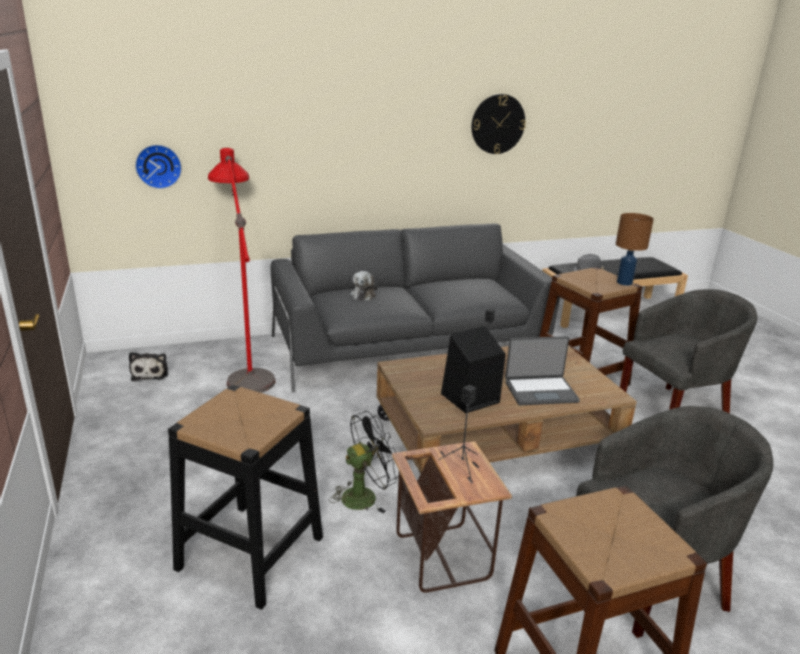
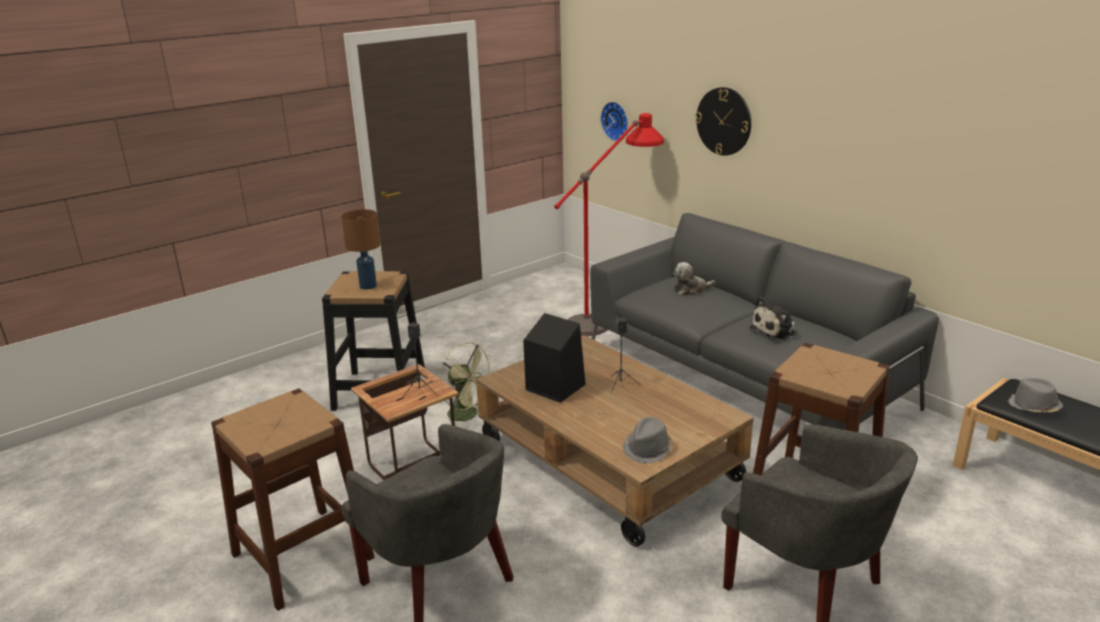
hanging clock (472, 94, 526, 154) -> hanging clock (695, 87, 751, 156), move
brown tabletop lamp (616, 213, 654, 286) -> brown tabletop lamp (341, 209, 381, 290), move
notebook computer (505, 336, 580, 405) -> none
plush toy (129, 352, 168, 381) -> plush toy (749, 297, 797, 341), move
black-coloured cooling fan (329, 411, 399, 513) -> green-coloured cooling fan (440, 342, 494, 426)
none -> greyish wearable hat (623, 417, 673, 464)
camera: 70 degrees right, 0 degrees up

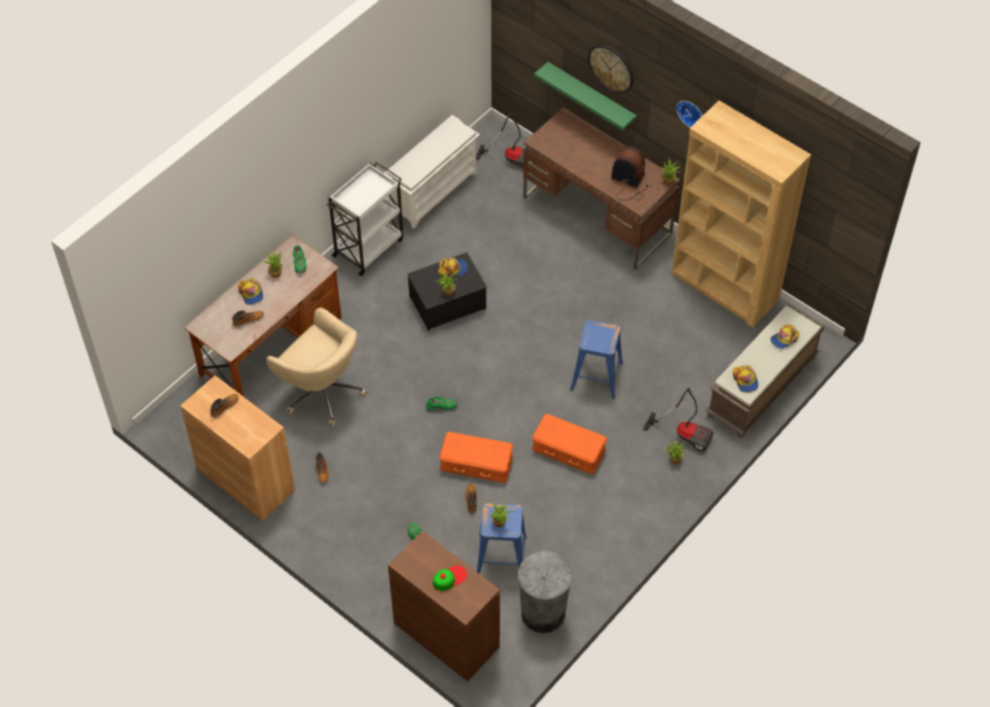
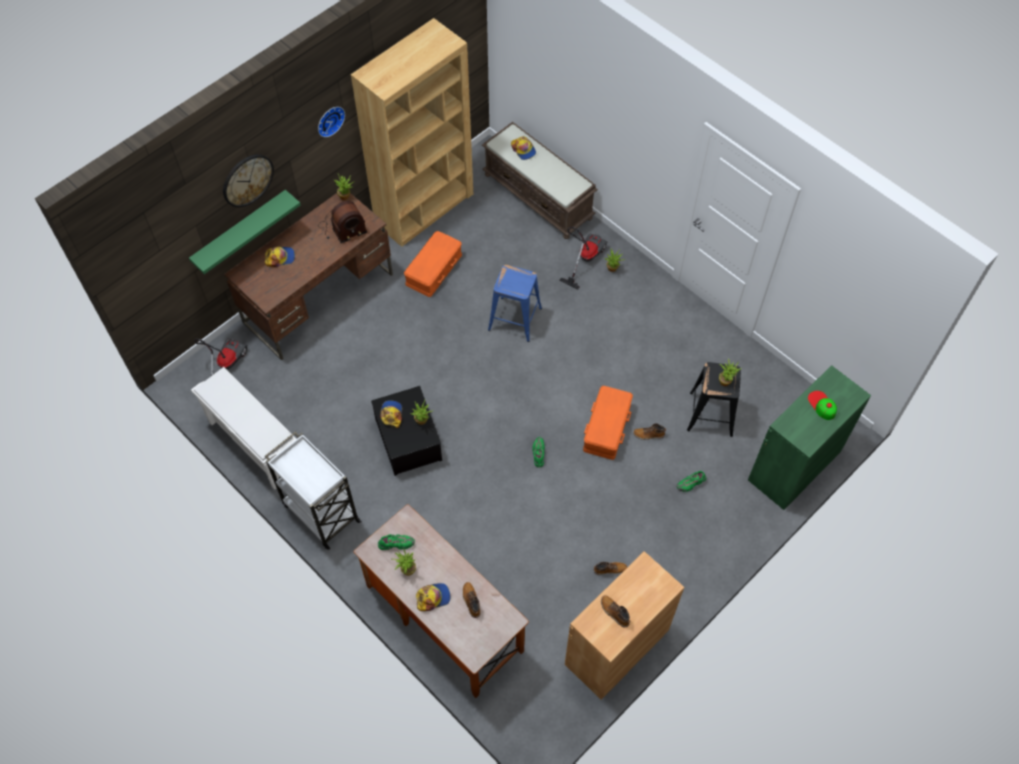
radio set (611, 146, 649, 200) -> radio set (318, 201, 367, 243), 150 degrees counterclockwise
beige computer chair (266, 308, 367, 426) -> none
cap (733, 365, 759, 393) -> cap (265, 247, 295, 267), move
orangey storage bin (532, 414, 607, 474) -> orangey storage bin (404, 231, 462, 297), move
bluish sitting stool (477, 503, 527, 574) -> black-coloured sitting stool (687, 362, 741, 437)
brown cabinet (388, 531, 500, 681) -> green-coloured cabinet (748, 365, 871, 510)
greyish waste bin (518, 551, 572, 633) -> none
camera: 85 degrees left, 5 degrees up

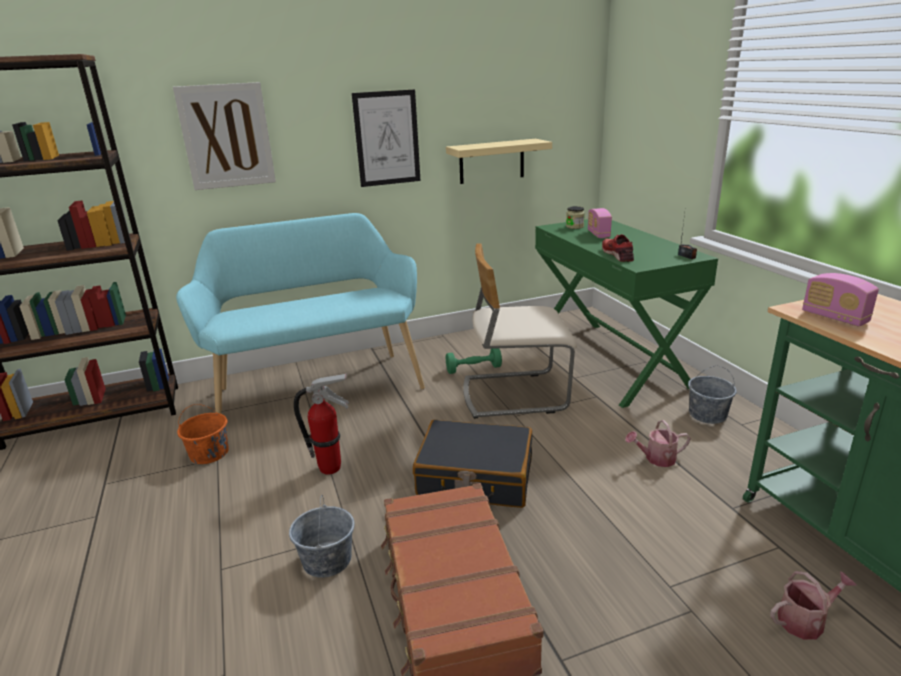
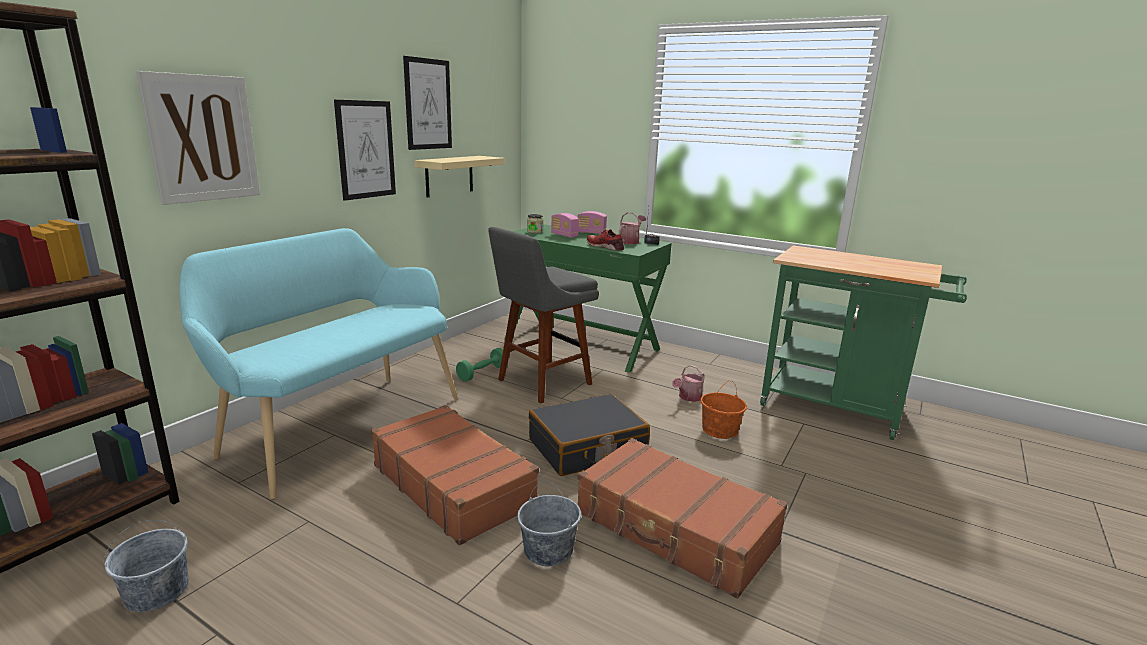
beige chair (463, 243, 577, 419) -> greyish sitting stool (488, 227, 599, 404)
radio set (802, 273, 879, 327) -> radio set (577, 211, 607, 234), move
greyish water bucket (688, 365, 737, 424) -> greyish water bucket (104, 520, 189, 612), move
fire-fighting cylinder (294, 373, 349, 475) -> brown travel case (371, 405, 539, 546)
orangey water bucket (177, 404, 229, 464) -> orangey water bucket (700, 381, 747, 439), move
sprinkling can (770, 571, 857, 639) -> sprinkling can (619, 212, 646, 244), move
none -> wall art (403, 56, 452, 150)
camera: 40 degrees left, 5 degrees down

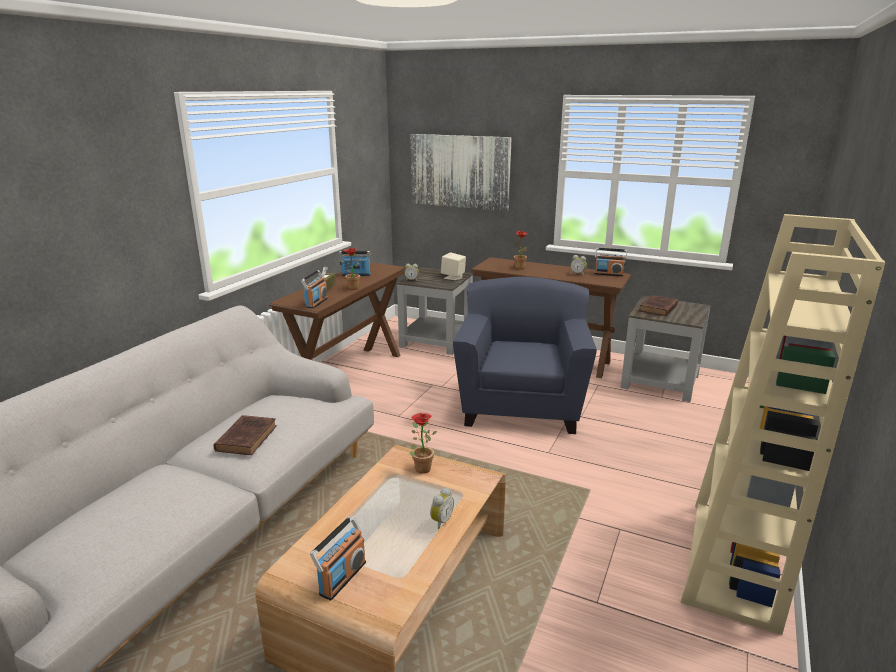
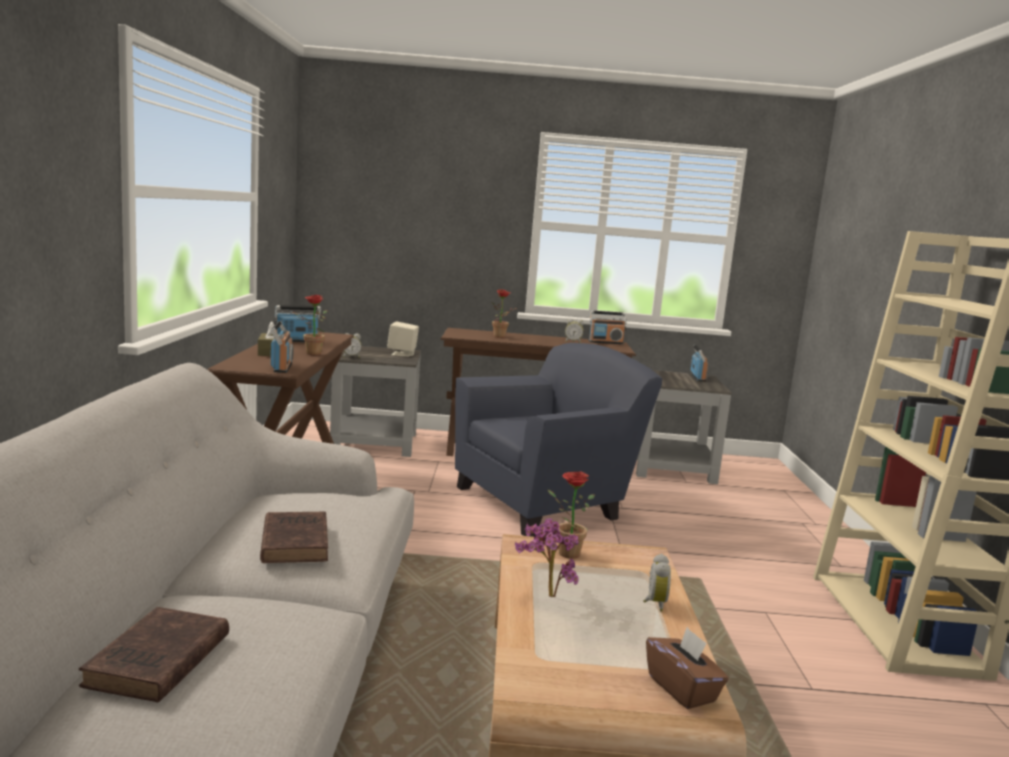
wall art (410, 134, 512, 211) -> none
bluish easy chair (453, 277, 597, 434) -> bluish easy chair (455, 343, 662, 537), 75 degrees clockwise
brown volume (639, 295, 678, 316) -> brown volume (79, 607, 229, 703), move
radio set (310, 516, 366, 601) -> radio set (690, 345, 708, 382), move
none -> plant in a pot (515, 518, 579, 597)
none -> brown tissue holder (646, 627, 729, 709)
camera: 25 degrees left, 10 degrees down

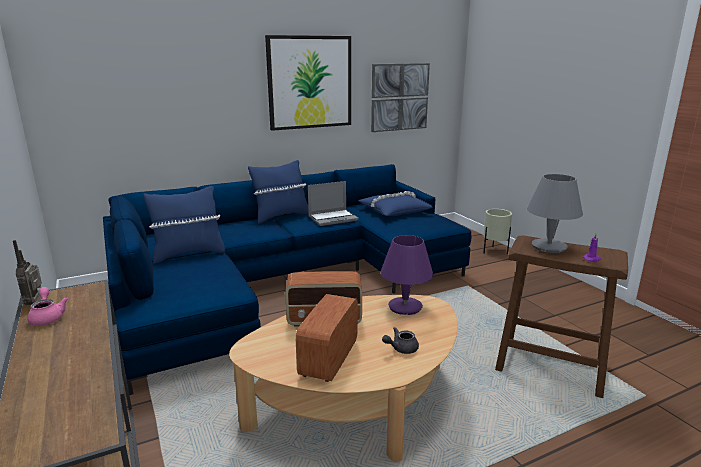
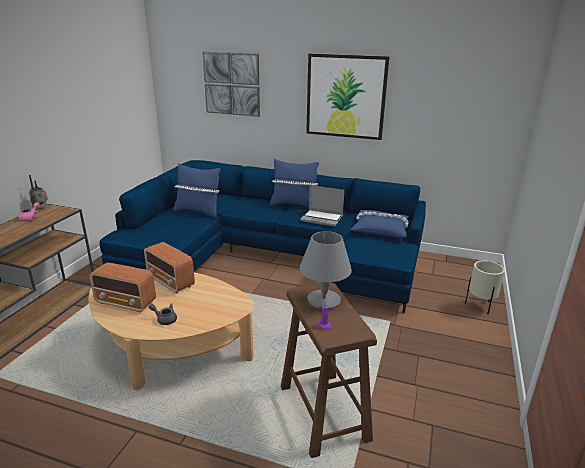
wall art (371, 63, 430, 132) -> wall art (203, 52, 260, 117), move
purple-coloured tabletop lamp (380, 235, 433, 315) -> none
radio set (296, 294, 358, 382) -> radio set (90, 262, 156, 313), 135 degrees counterclockwise
camera: 45 degrees right, 5 degrees up

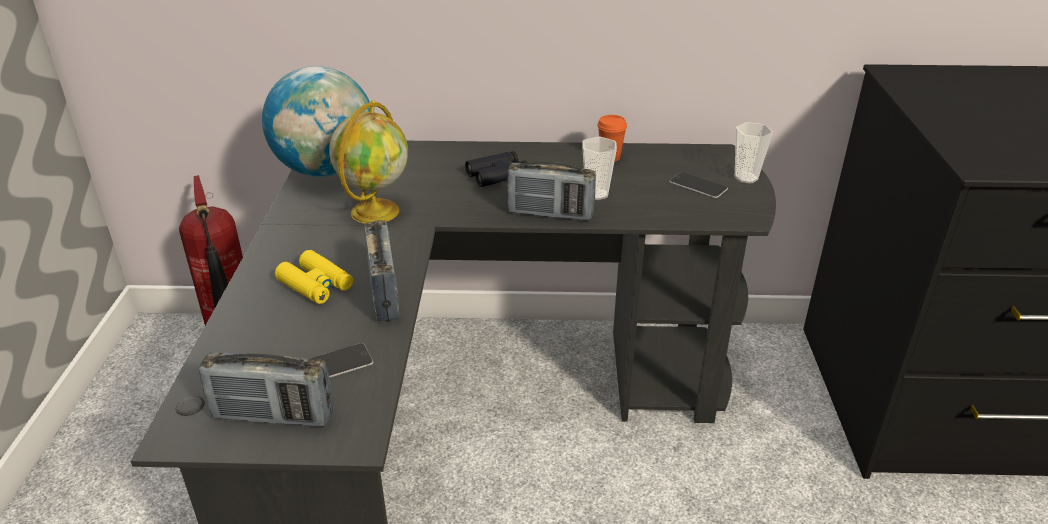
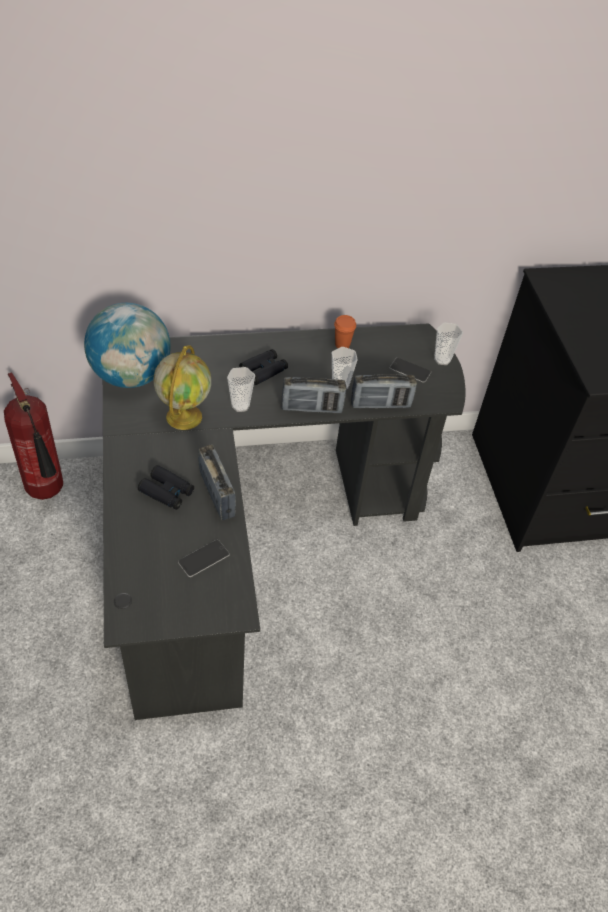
yellow binoculars (275, 250, 353, 304) -> black-coloured binoculars (138, 465, 194, 510)
radio set (199, 352, 333, 427) -> radio set (351, 374, 417, 409), move
none -> small cup (227, 367, 255, 412)
camera: 15 degrees left, 15 degrees up

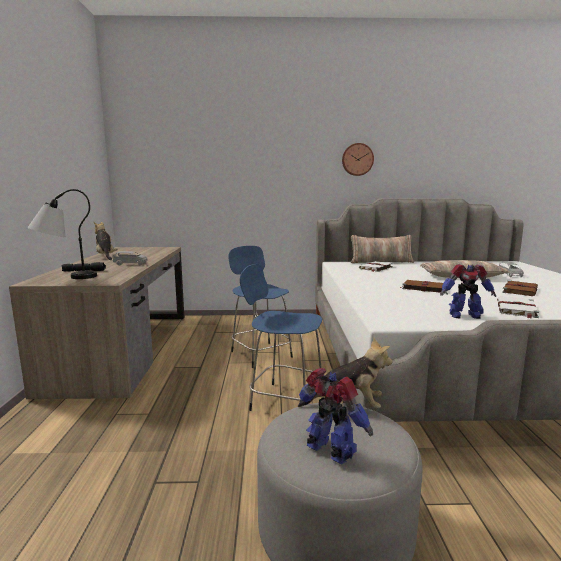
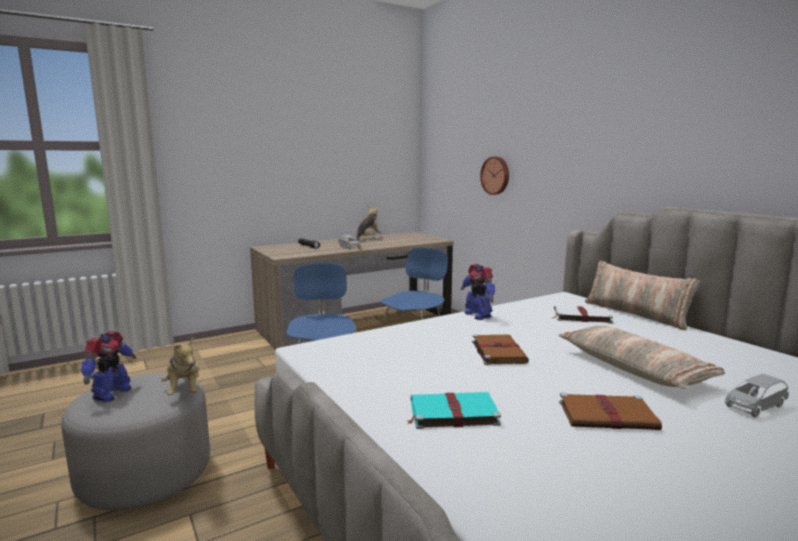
hanging clock (342, 143, 374, 176) -> hanging clock (480, 157, 509, 195), move
tabletop lamp (27, 189, 97, 279) -> none
robot figure (440, 264, 496, 319) -> robot figure (461, 264, 495, 320), move
white-coloured volume (497, 296, 539, 319) -> blue-green volume (407, 392, 501, 429)
camera: 60 degrees right, 0 degrees up

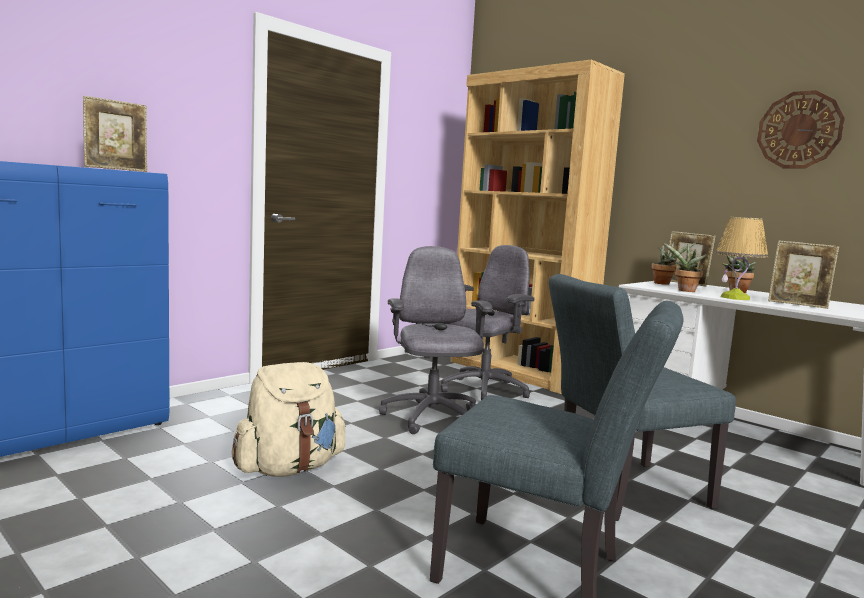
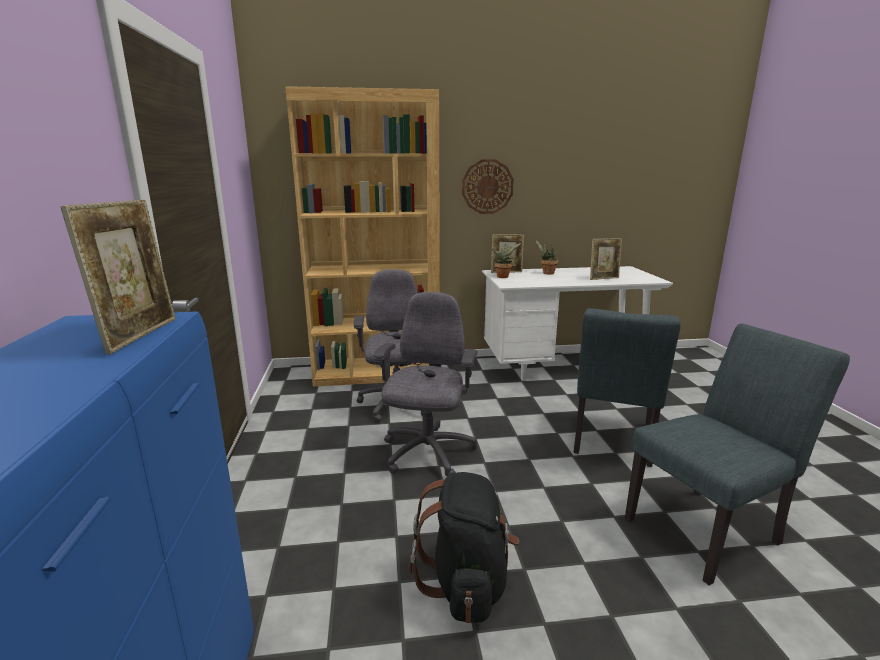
hanging clock (757, 90, 845, 168) -> hanging clock (462, 160, 514, 214), move
tabletop lamp (715, 217, 768, 300) -> none
plant in a pot (663, 243, 707, 292) -> none
greyish computer chair (379, 246, 493, 434) -> greyish computer chair (374, 292, 478, 476), 75 degrees clockwise
beige rucksack (232, 362, 346, 477) -> black-coloured rucksack (409, 472, 520, 623)
camera: 50 degrees left, 10 degrees up

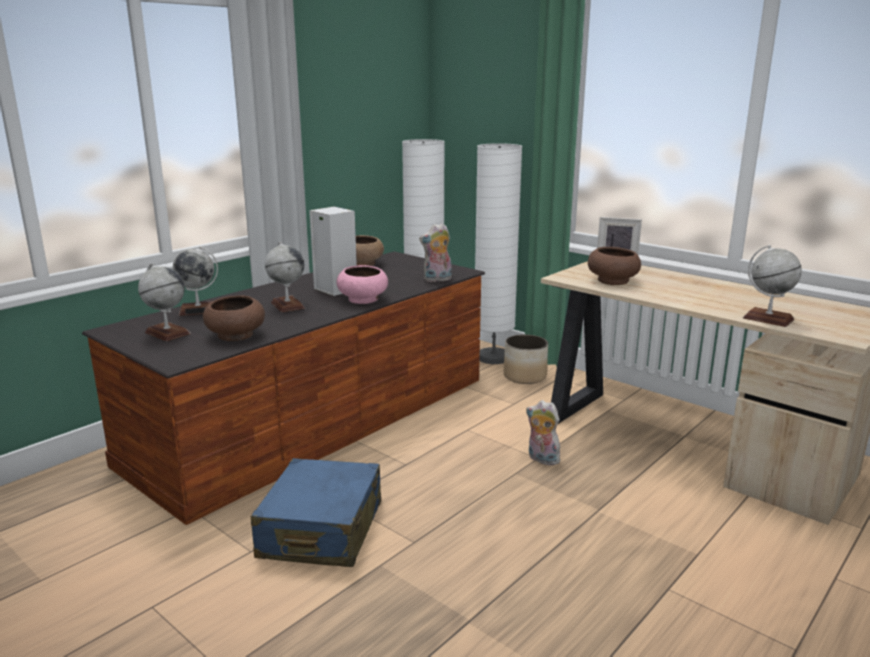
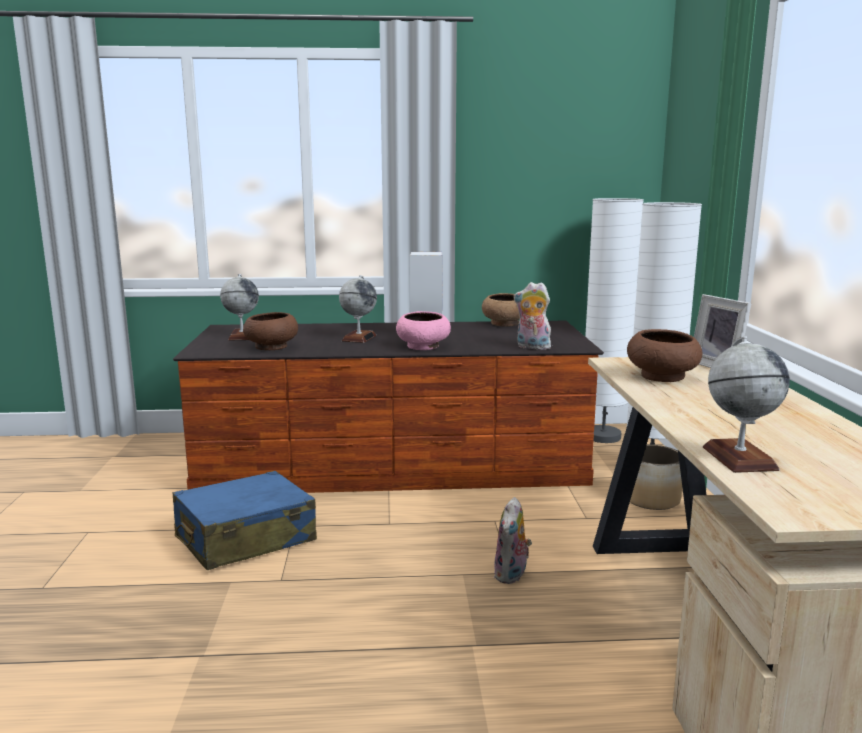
globe (173, 246, 218, 316) -> none
plush toy (526, 400, 560, 465) -> plush toy (494, 497, 532, 584), 150 degrees counterclockwise
camera: 45 degrees right, 5 degrees down

